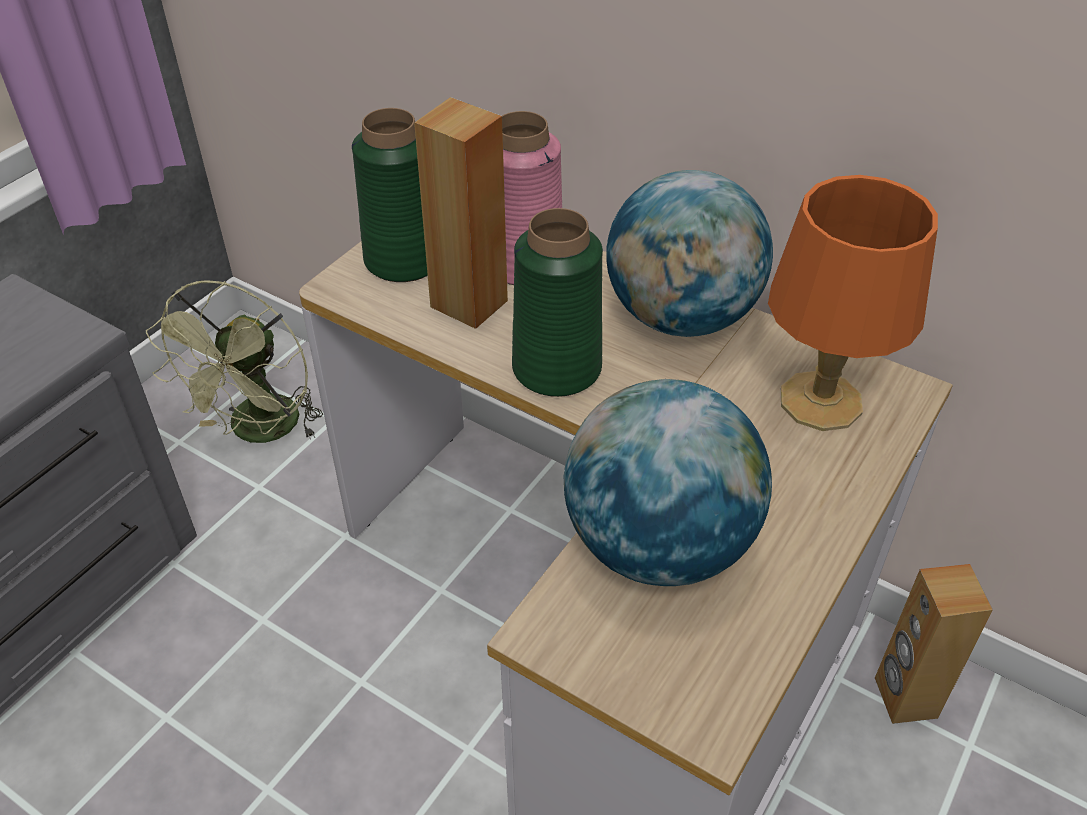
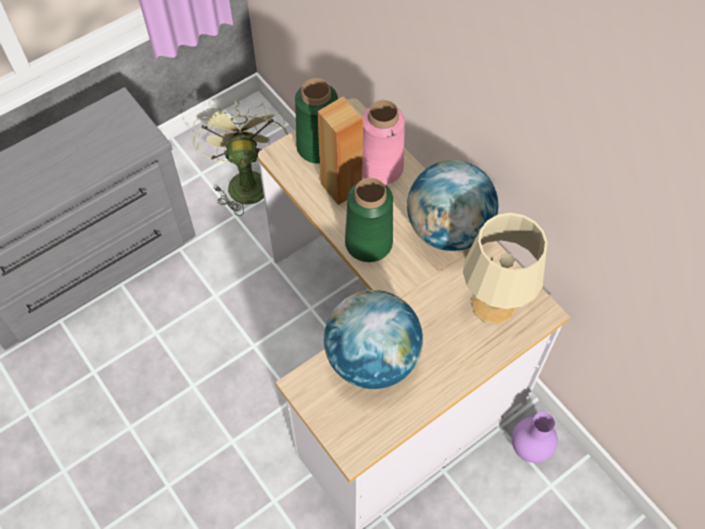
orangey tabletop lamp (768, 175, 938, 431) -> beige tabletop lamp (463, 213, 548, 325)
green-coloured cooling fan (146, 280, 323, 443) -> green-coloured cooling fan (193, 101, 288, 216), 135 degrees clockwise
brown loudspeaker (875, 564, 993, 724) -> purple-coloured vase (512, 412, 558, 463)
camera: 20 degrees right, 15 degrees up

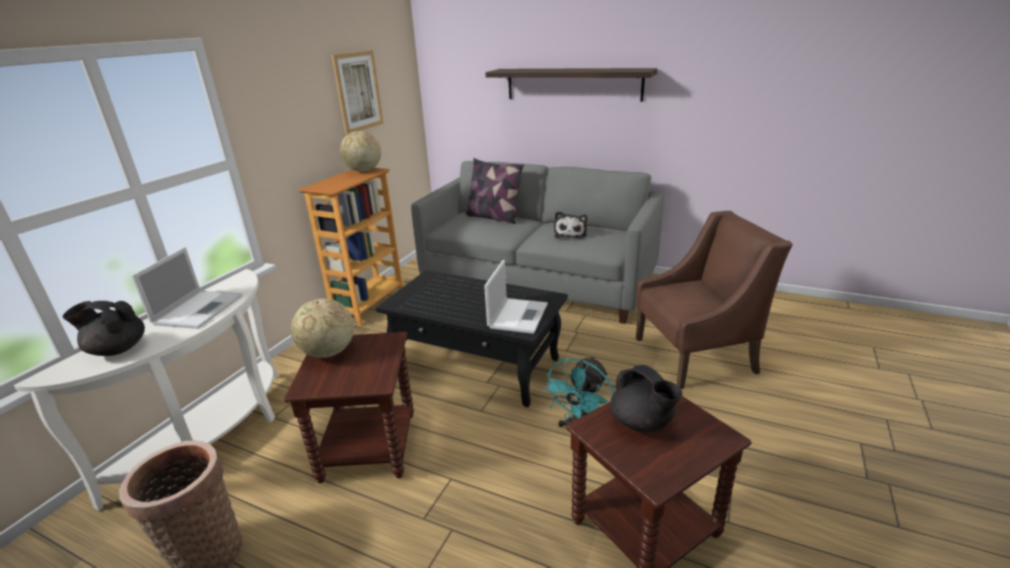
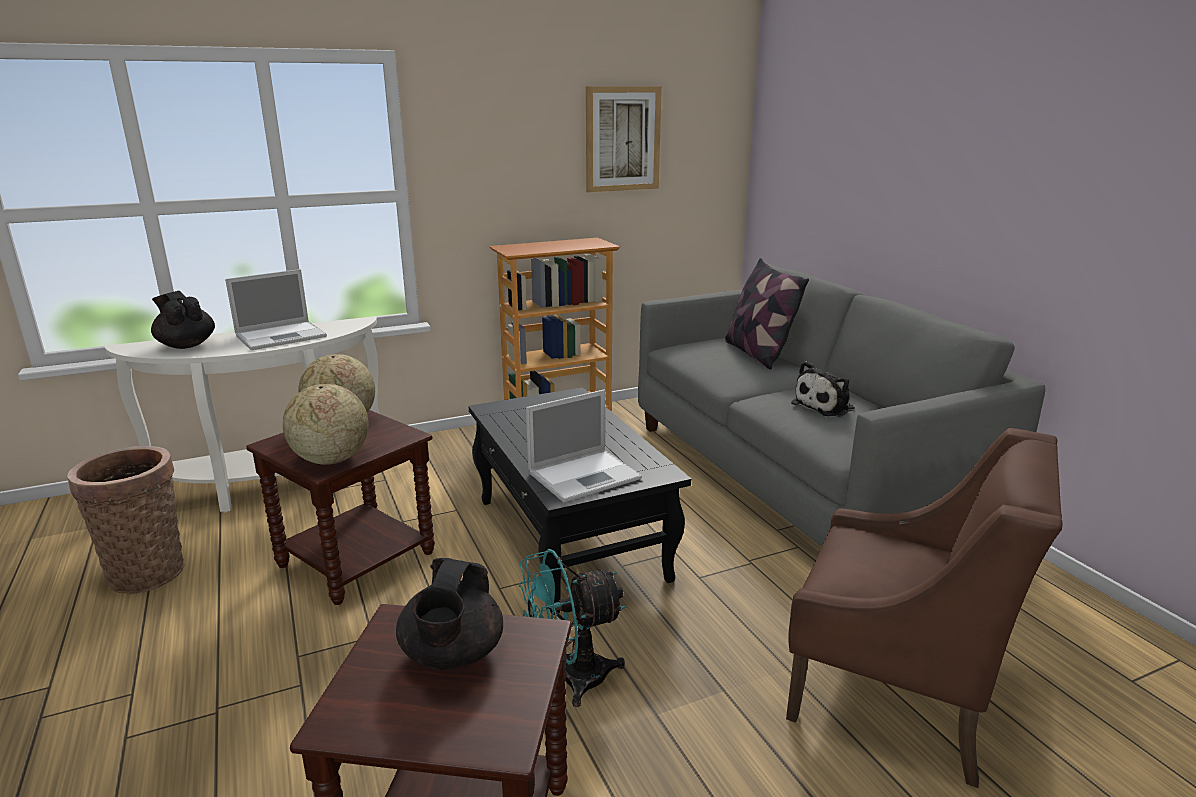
shelf (485, 68, 658, 102) -> none
globe (340, 131, 381, 172) -> globe (283, 384, 369, 465), move
camera: 40 degrees right, 5 degrees down

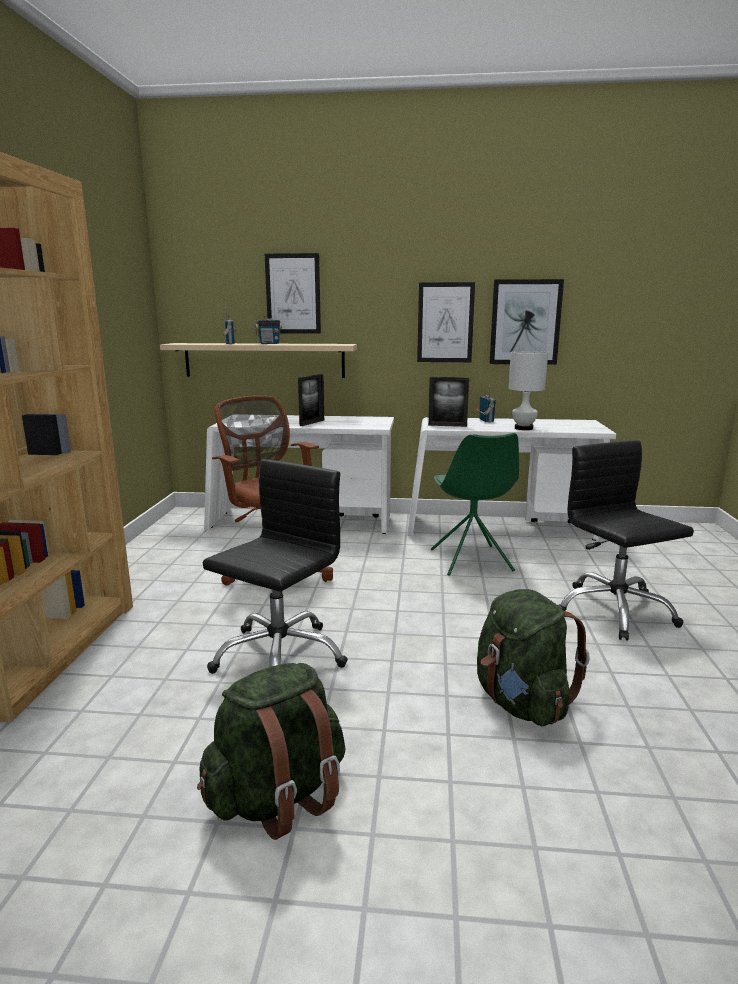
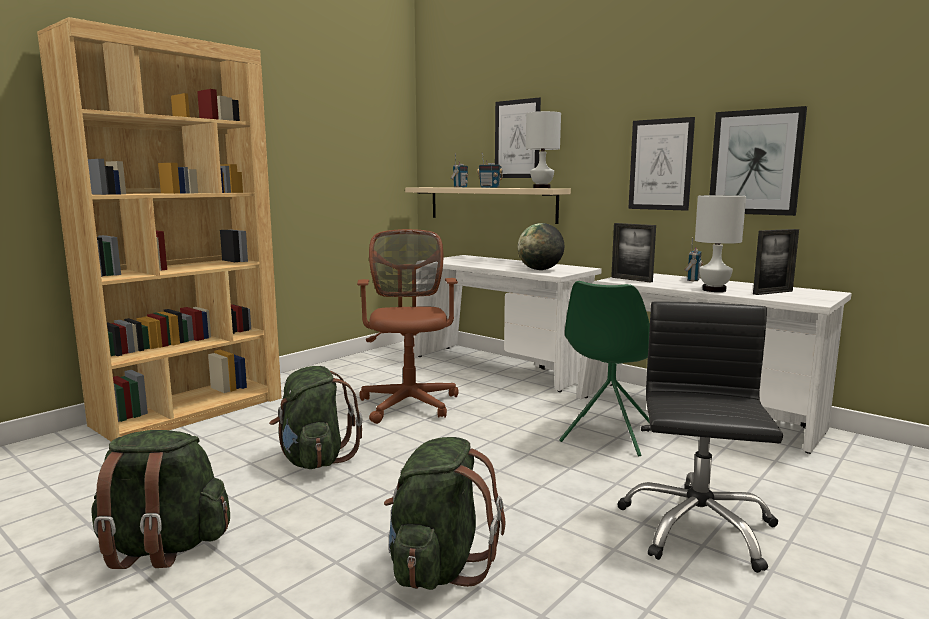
standing frame (298, 374, 324, 426) -> standing frame (753, 229, 799, 295), move
black-coloured computer chair (203, 459, 348, 674) -> green-coloured rucksack (269, 366, 362, 469)
none -> white-coloured tabletop lamp (526, 111, 561, 188)
none -> globe (518, 223, 564, 270)
camera: 35 degrees right, 5 degrees down

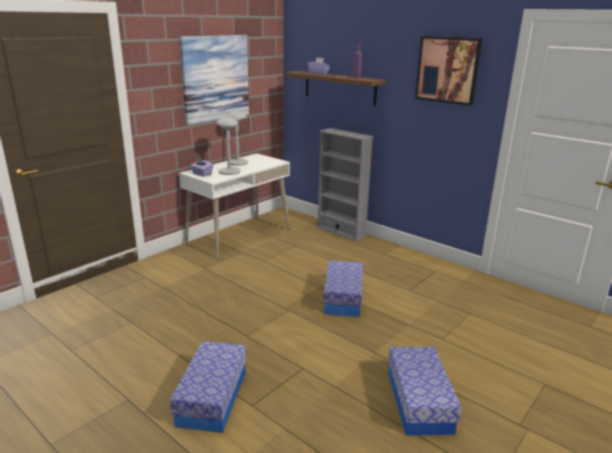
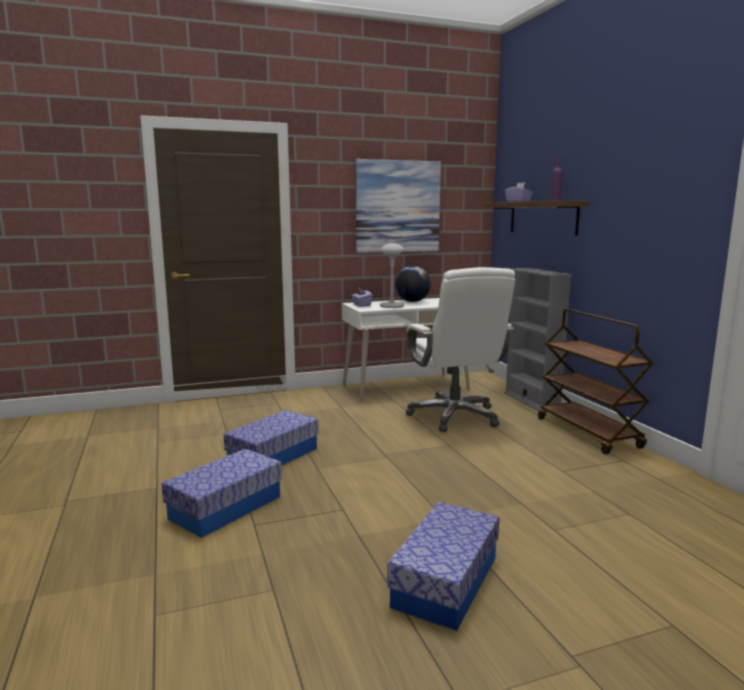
wall art (415, 36, 483, 106) -> none
greyish tabletop lamp (226, 111, 248, 166) -> globe (395, 266, 431, 302)
storage bin (323, 260, 363, 317) -> storage bin (223, 410, 319, 465), move
none -> white-coloured computer chair (406, 267, 515, 432)
none -> brown wheeled cart (538, 309, 653, 454)
camera: 30 degrees right, 10 degrees down

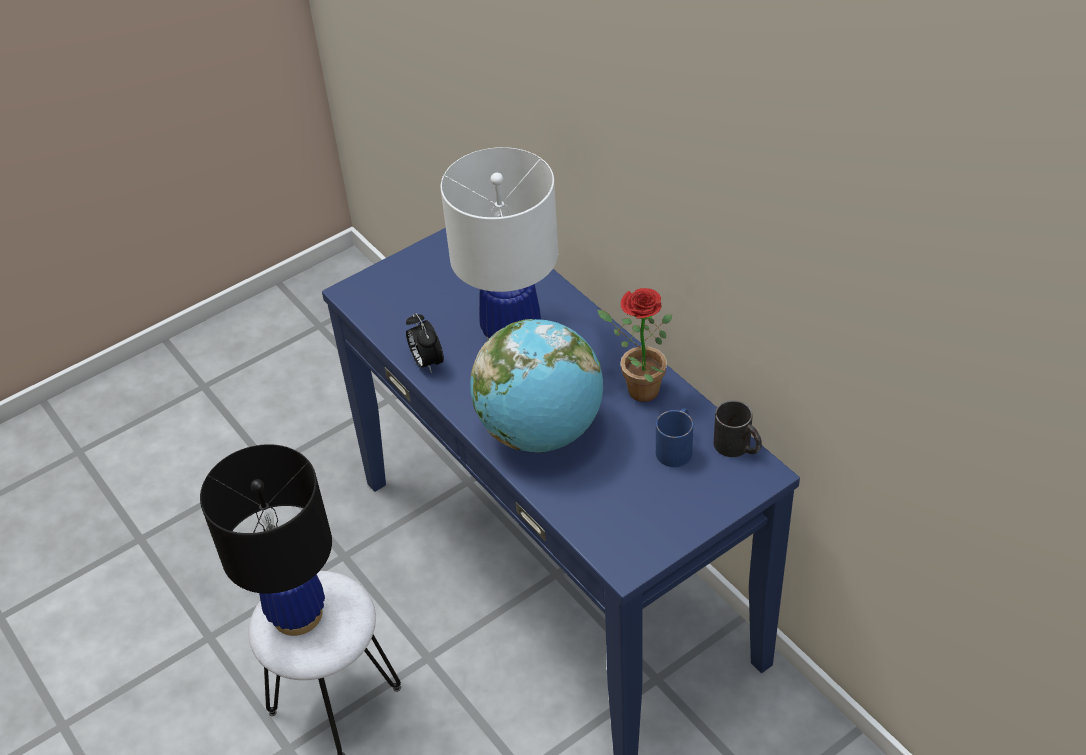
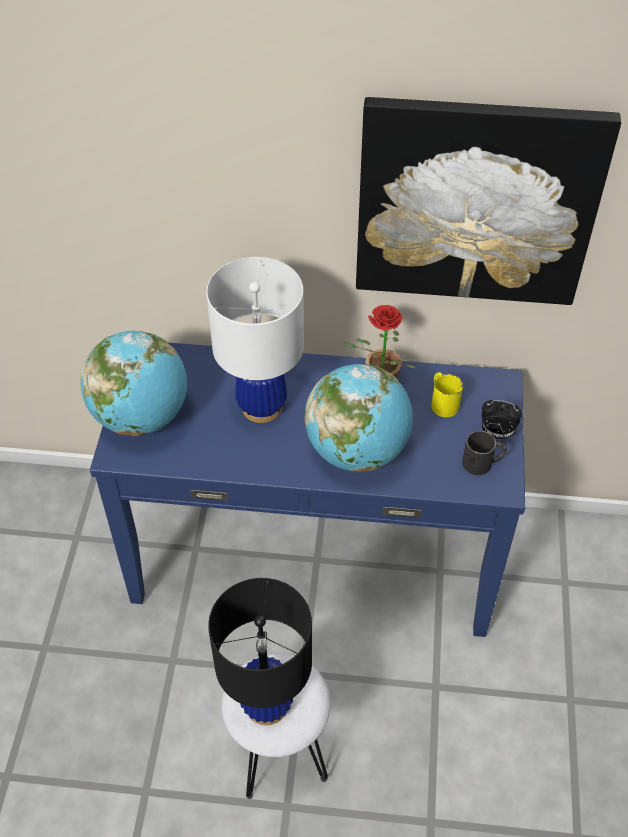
bedside clock (406, 313, 444, 373) -> bedside clock (482, 400, 522, 439), move
black-coloured mug (714, 400, 762, 457) -> black-coloured mug (462, 431, 507, 475), move
bluish mug (656, 408, 693, 467) -> yellow mug (431, 372, 463, 417)
none -> wall art (356, 97, 621, 305)
none -> globe (80, 331, 187, 436)
camera: 50 degrees left, 5 degrees up

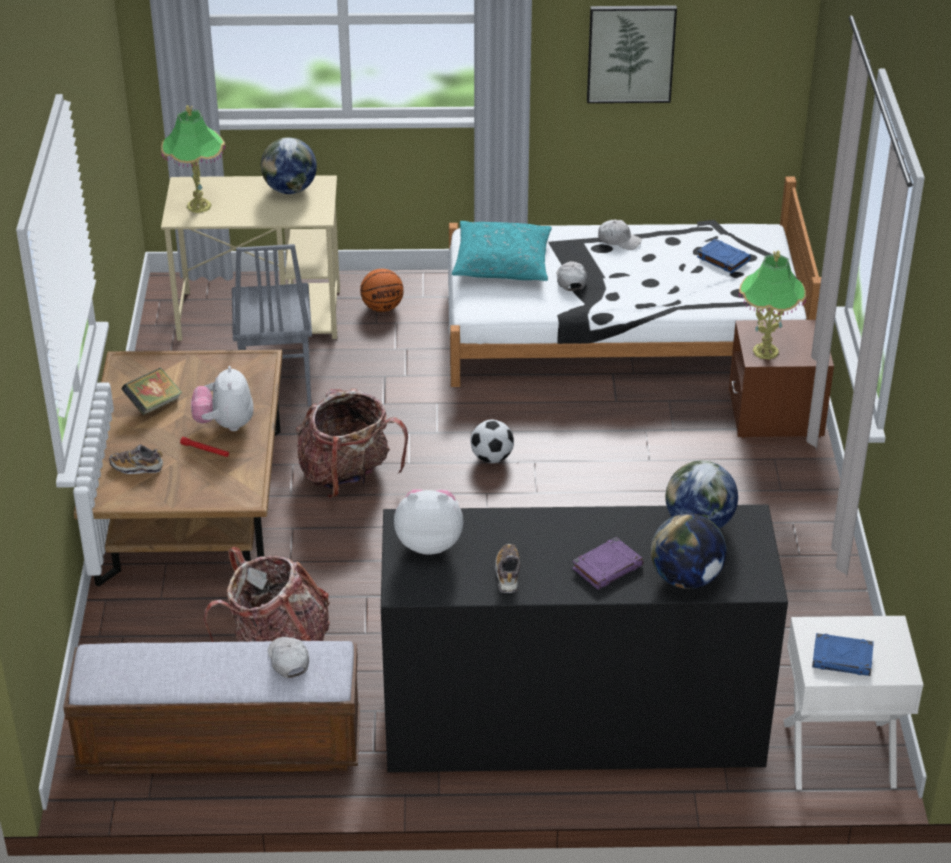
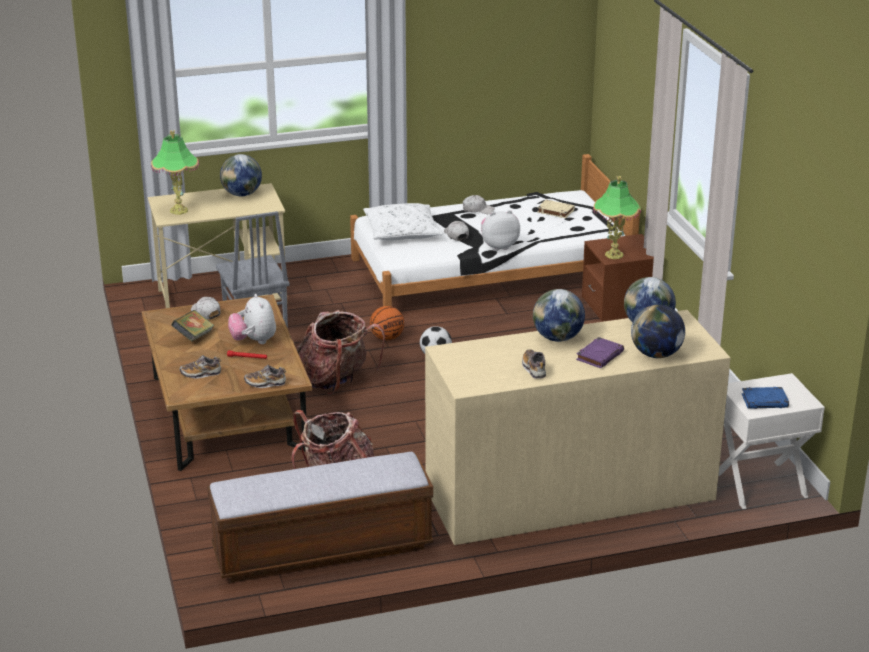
wall art (587, 5, 677, 103) -> none
blue-green cushion (452, 221, 552, 281) -> white-coloured cushion (363, 203, 443, 241)
bluish volume (697, 239, 751, 273) -> beige volume (537, 200, 575, 218)
basketball (360, 269, 404, 312) -> basketball (370, 306, 404, 340), move
plush toy (394, 489, 464, 555) -> plush toy (481, 210, 520, 251), move
black-coloured drawer chest (381, 505, 788, 772) -> beige drawer chest (425, 310, 731, 545)
white-coloured cap (268, 637, 309, 678) -> white-coloured cap (191, 297, 221, 319), move
none -> globe (533, 289, 585, 342)
none -> shoe (244, 365, 286, 388)
camera: 15 degrees left, 10 degrees down

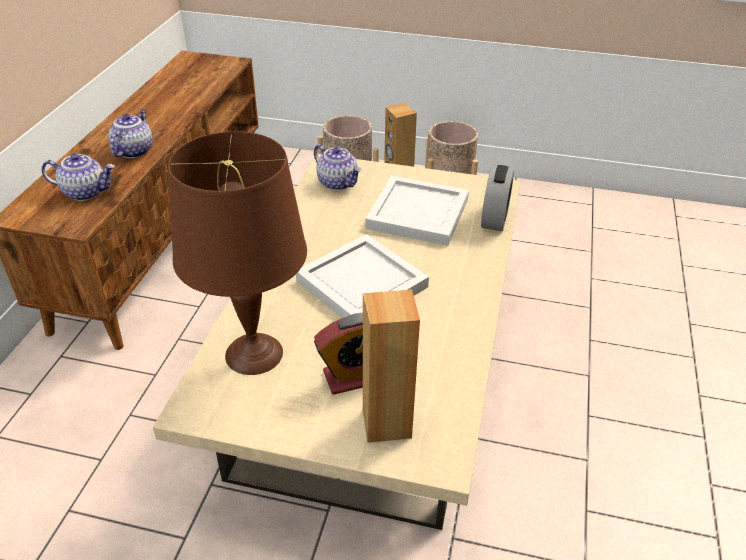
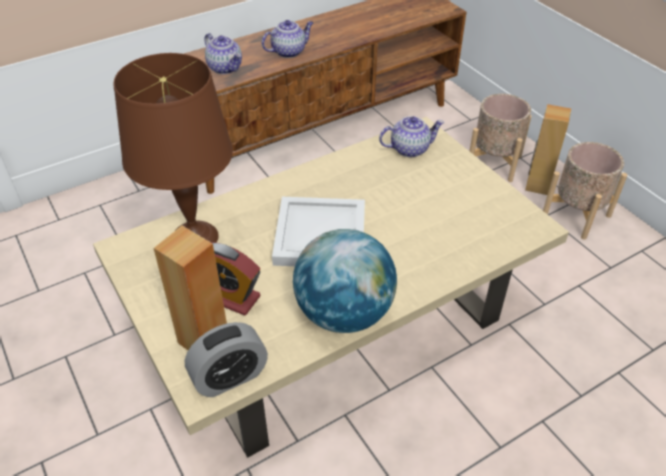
teapot (314, 144, 361, 190) -> teapot (379, 116, 444, 157), 105 degrees counterclockwise
bedside clock (481, 165, 514, 231) -> bedside clock (185, 322, 268, 397), move
white-coloured tray (365, 176, 469, 246) -> none
none -> globe (293, 229, 397, 333)
camera: 45 degrees right, 5 degrees up

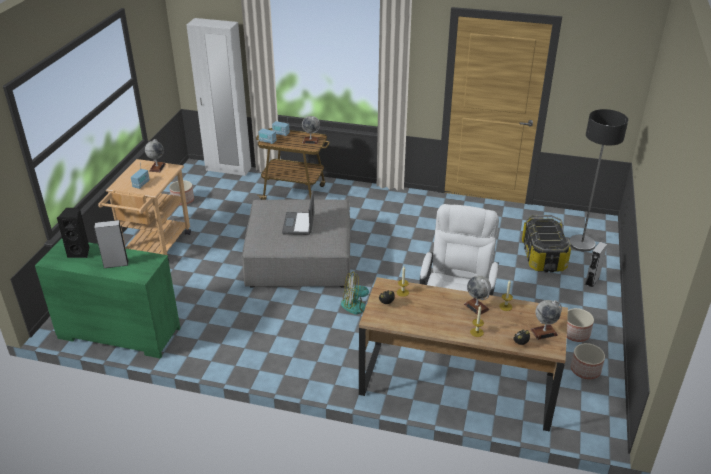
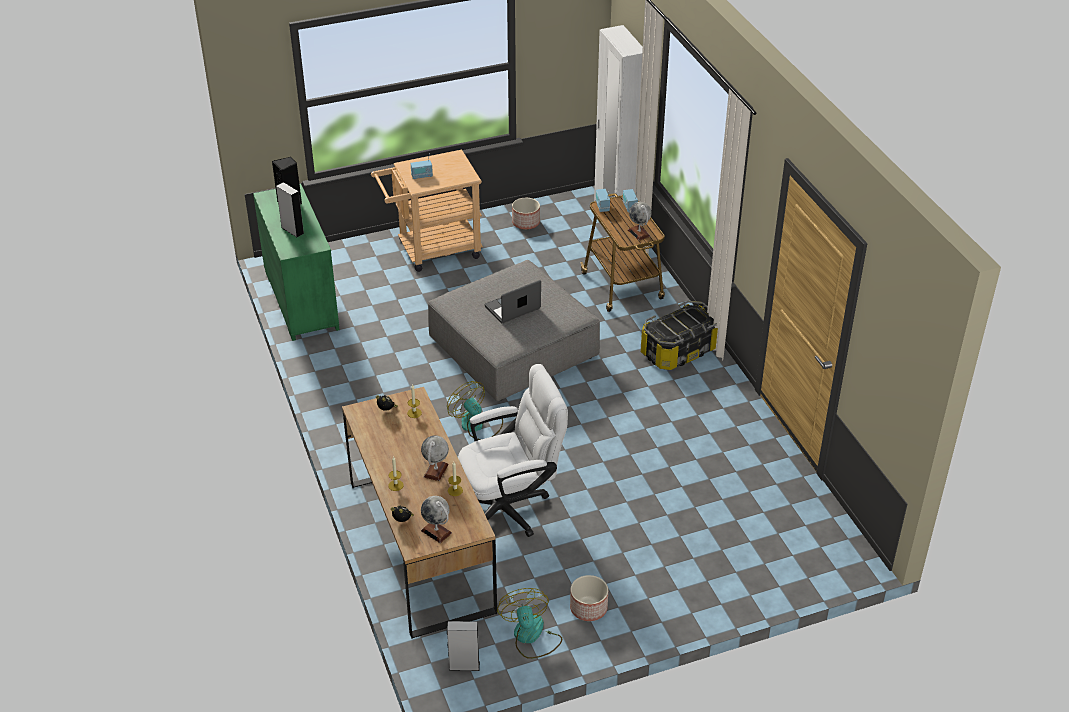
standing lamp (569, 109, 628, 252) -> none
globe (145, 139, 166, 172) -> none
storage bin (522, 215, 571, 273) -> storage bin (641, 300, 718, 370), move
greyish loudspeaker (585, 242, 607, 287) -> greyish loudspeaker (447, 621, 480, 671), move
plant pot (571, 343, 605, 380) -> cooling fan (497, 588, 563, 659)
camera: 55 degrees right, 5 degrees up

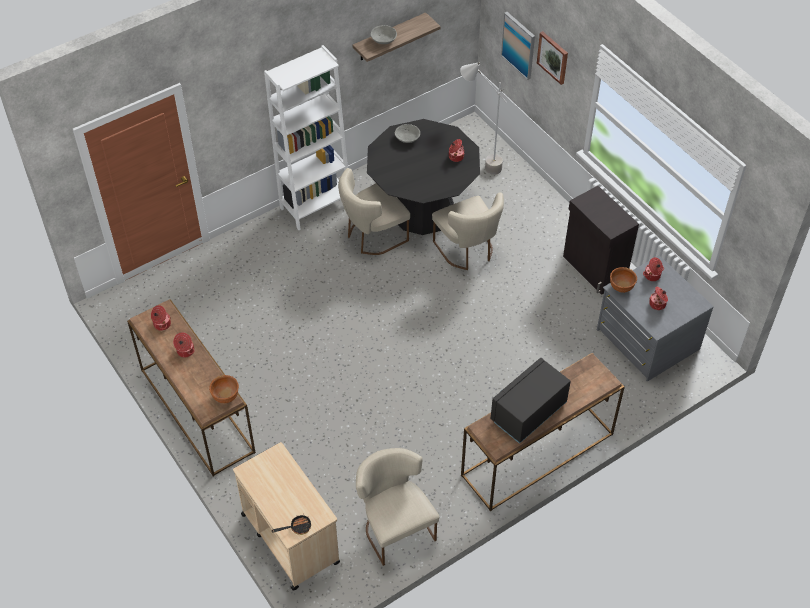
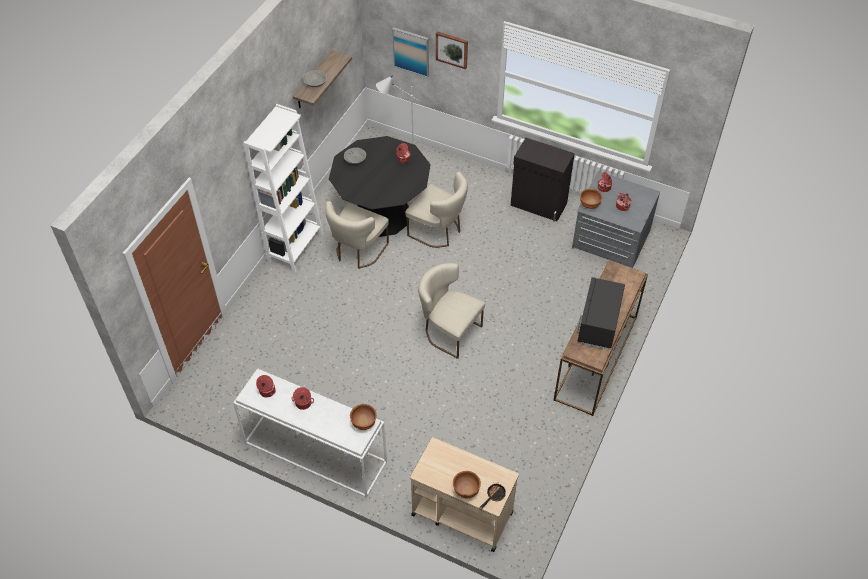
brown console table (127, 299, 256, 477) -> white-coloured console table (233, 368, 387, 498)
beige chair (356, 448, 439, 566) -> beige chair (418, 263, 485, 359), move
none -> brown deep dish (453, 471, 481, 499)
camera: 30 degrees left, 0 degrees up

